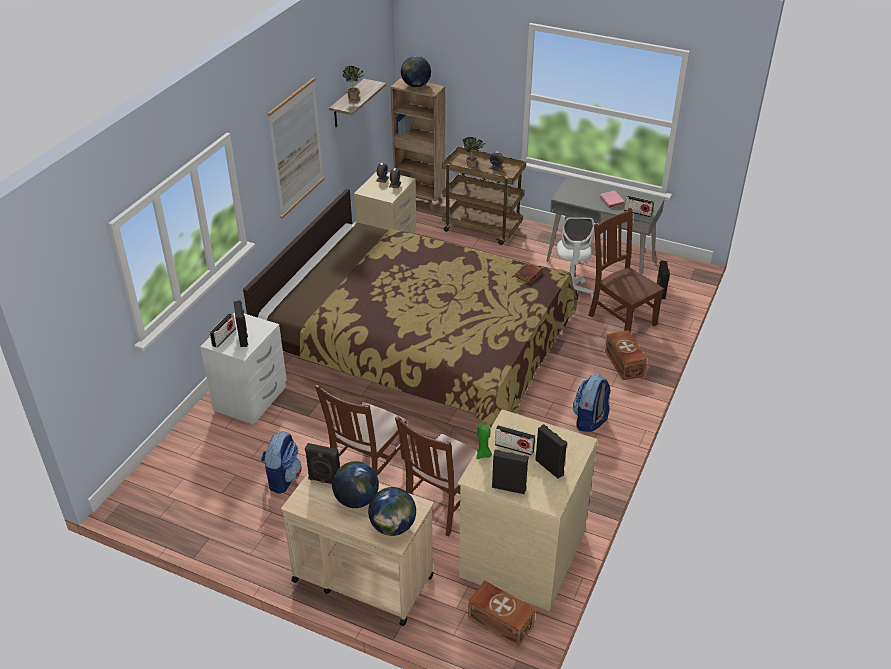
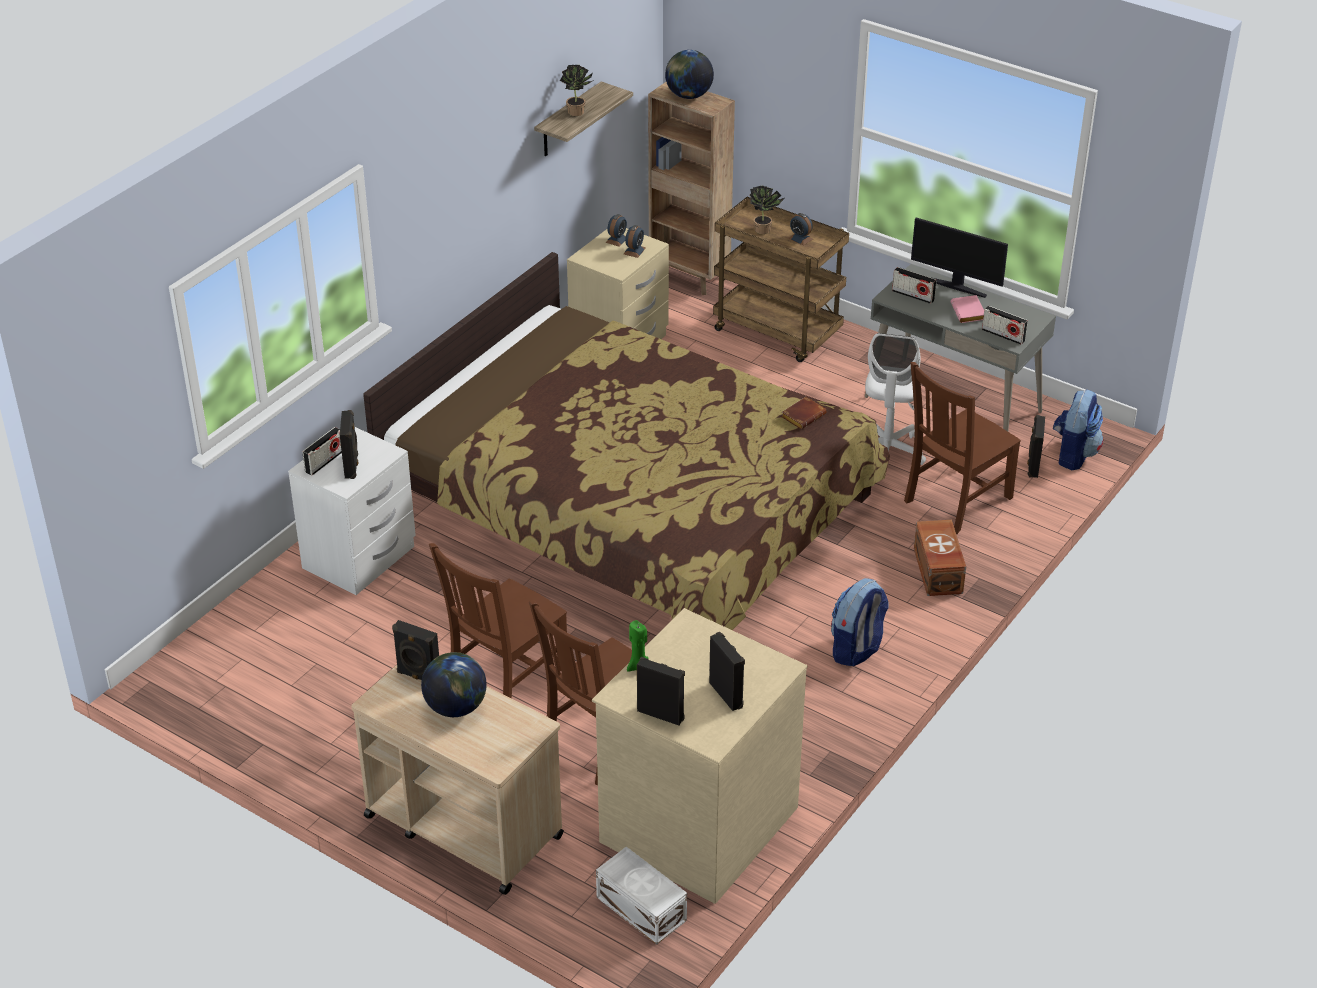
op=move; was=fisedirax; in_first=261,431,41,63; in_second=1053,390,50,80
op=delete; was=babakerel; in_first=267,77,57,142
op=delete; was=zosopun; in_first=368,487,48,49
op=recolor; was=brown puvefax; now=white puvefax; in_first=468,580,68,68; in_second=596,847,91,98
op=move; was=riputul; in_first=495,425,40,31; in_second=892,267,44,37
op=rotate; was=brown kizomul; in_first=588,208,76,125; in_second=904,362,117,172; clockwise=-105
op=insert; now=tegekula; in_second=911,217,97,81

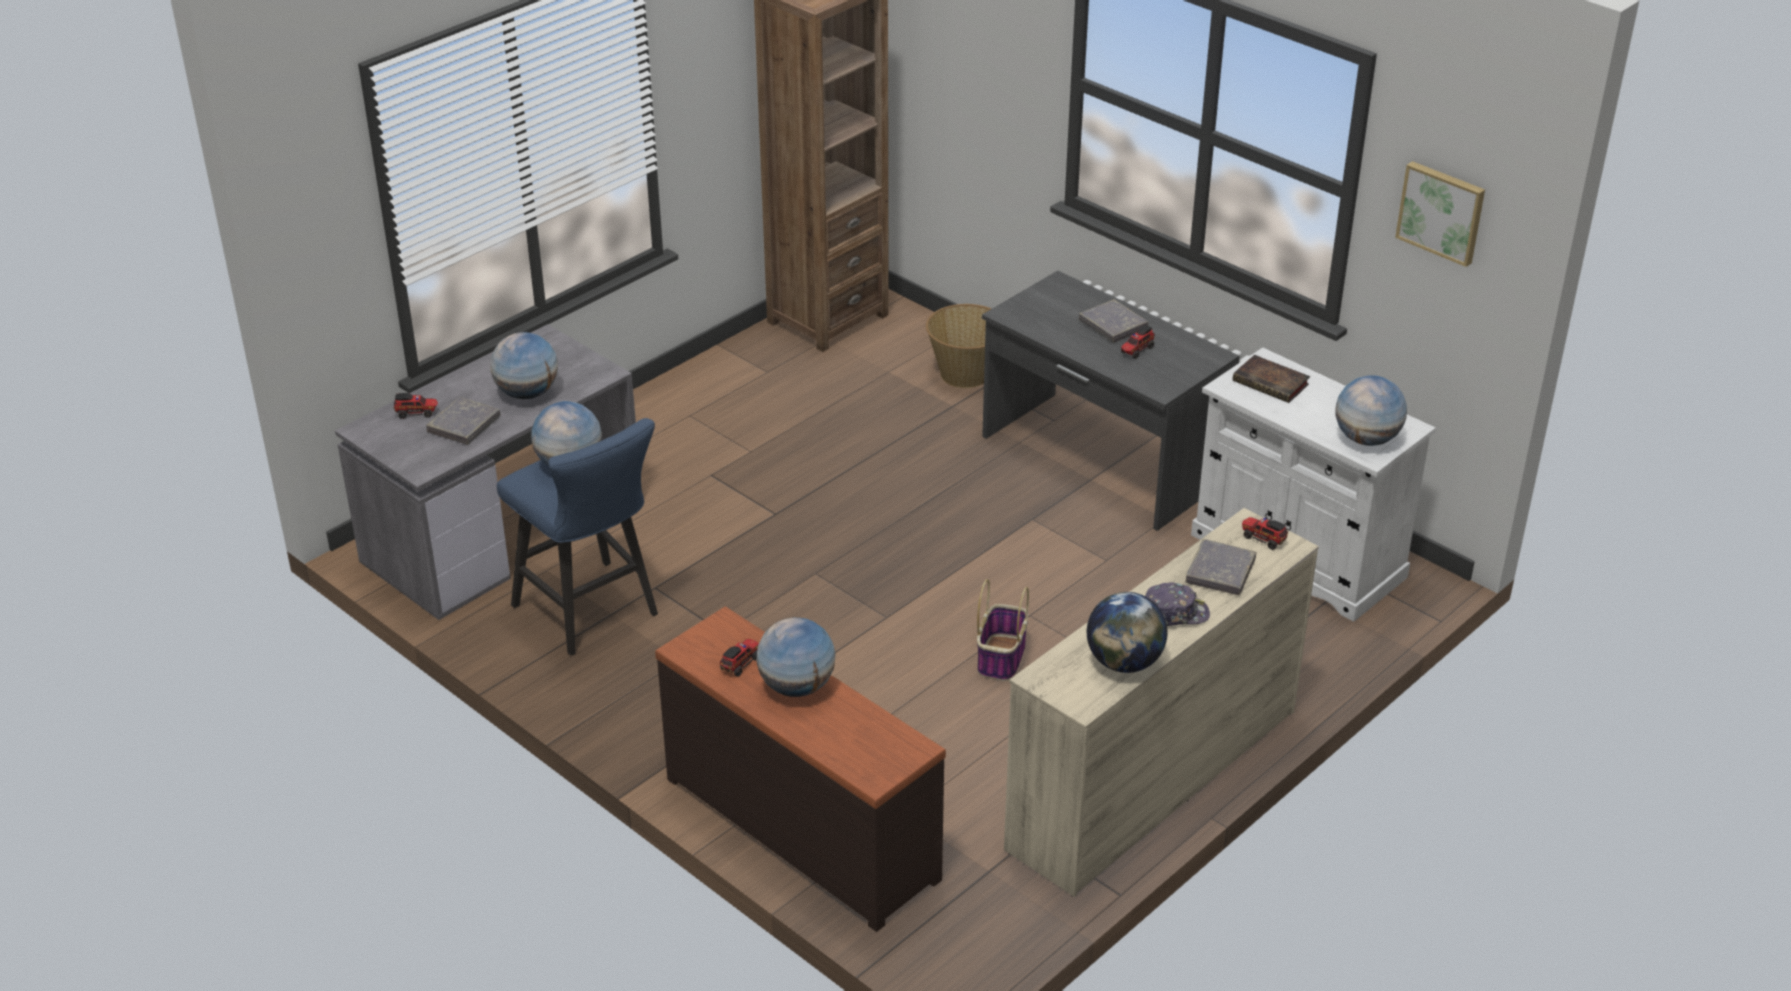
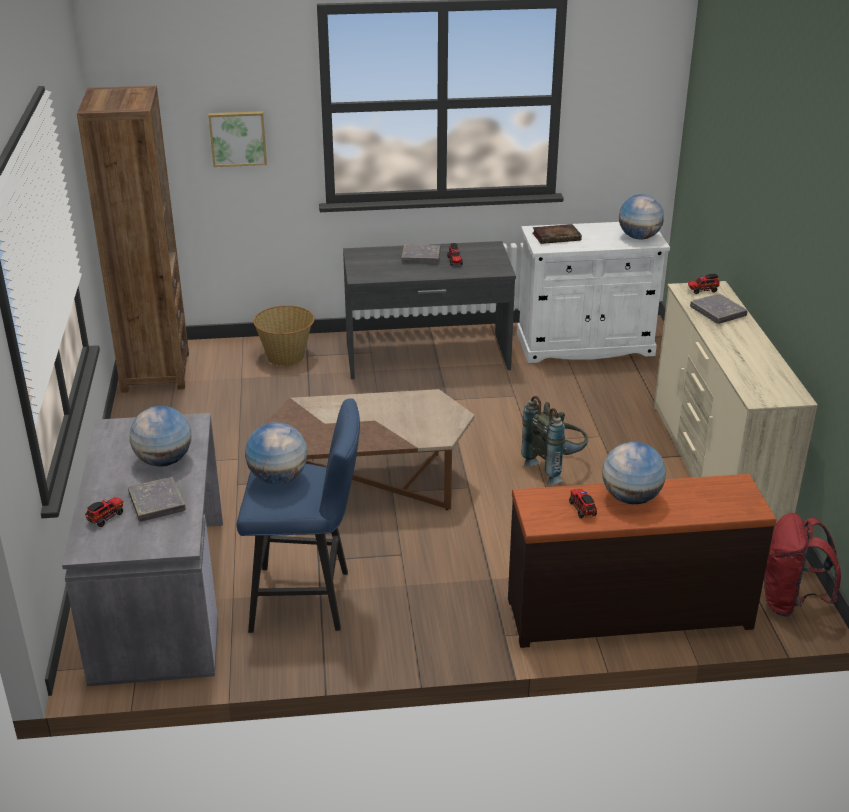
op=replace; was=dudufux; now=grey fisedirax; in_first=977,579,52,102; in_second=522,396,66,88
op=delete; was=zosopun; in_first=1087,592,80,81
op=delete; was=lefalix; in_first=1145,582,65,44
op=move; was=babakerel; in_first=1395,161,90,106; in_second=208,111,59,56
op=insert; now=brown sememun; in_second=264,389,210,121
op=insert; now=red fisedirax; in_second=764,513,77,104

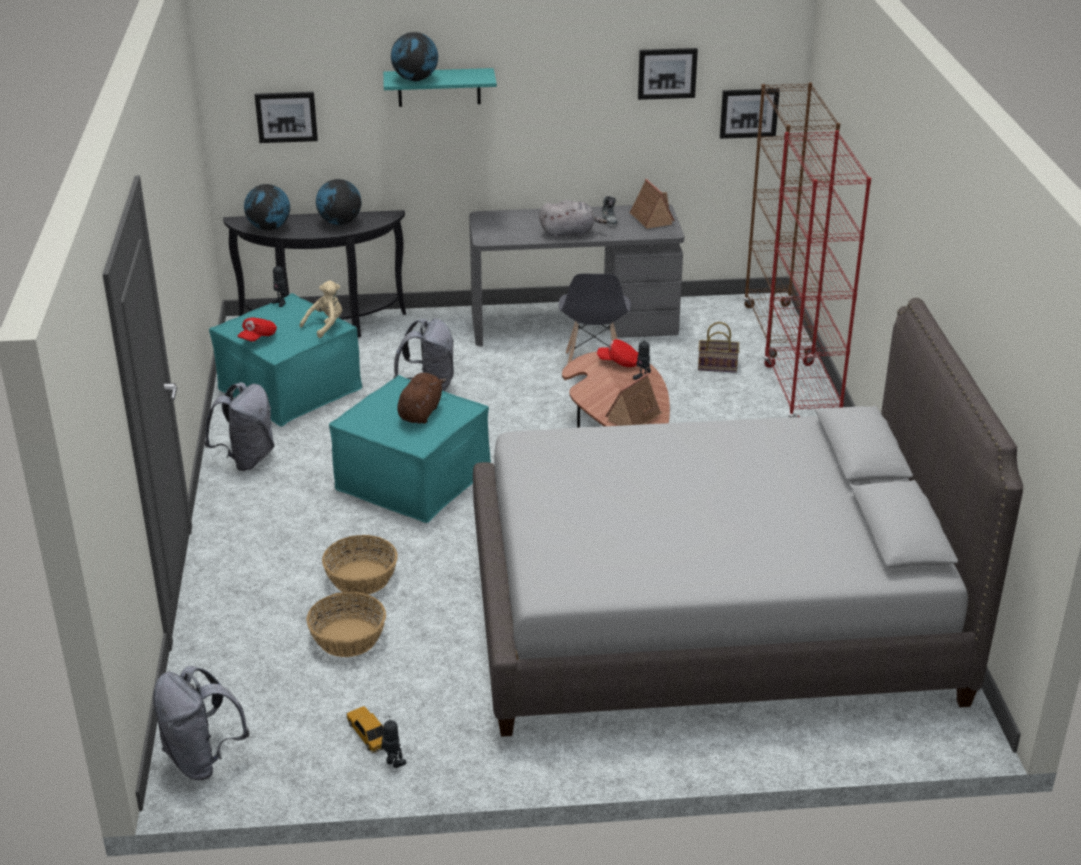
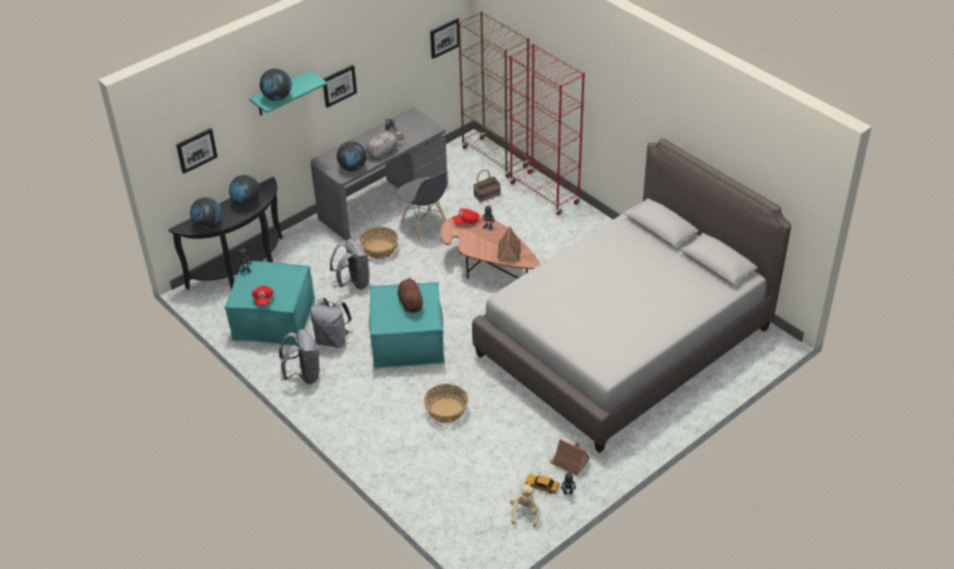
op=move; was=grey fisedirax; in_first=153,666,96,114; in_second=310,298,42,50
op=move; was=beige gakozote; in_first=300,281,42,57; in_second=510,483,30,44
op=move; was=dudufux; in_first=306,592,80,65; in_second=359,226,40,33
op=move; was=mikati; in_first=629,179,46,50; in_second=549,439,41,37
op=move; was=babakerel; in_first=638,48,60,52; in_second=323,65,34,43
op=insert; now=zosopun; in_second=337,141,30,30

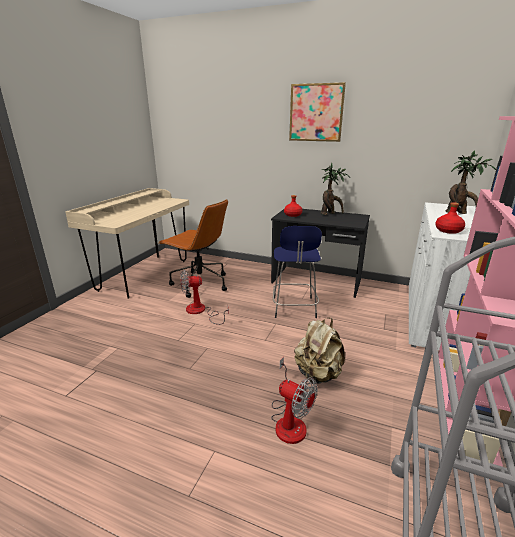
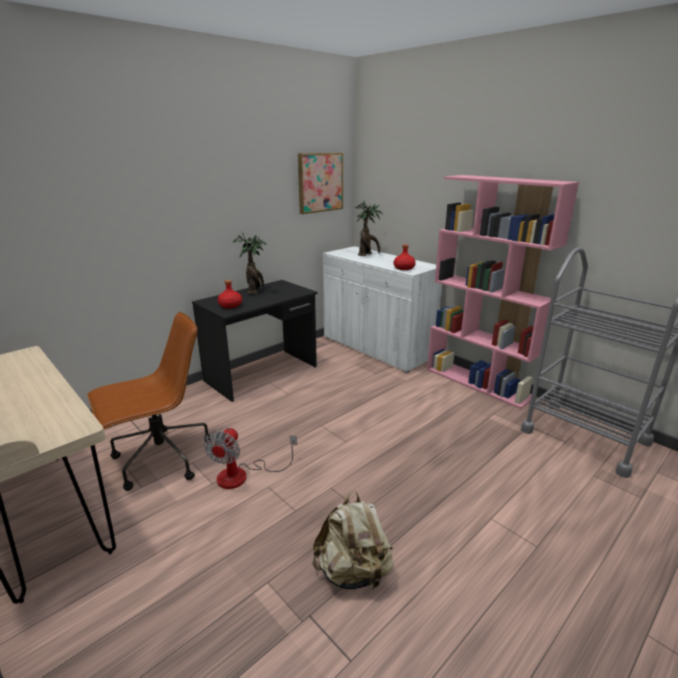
op=delete; was=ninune; in_first=271,357,46,87
op=delete; was=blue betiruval; in_first=273,226,49,92
op=move; was=babakerel; in_first=289,82,57,60; in_second=298,152,45,62
op=move; was=beige fisedirax; in_first=294,318,51,66; in_second=312,491,82,100

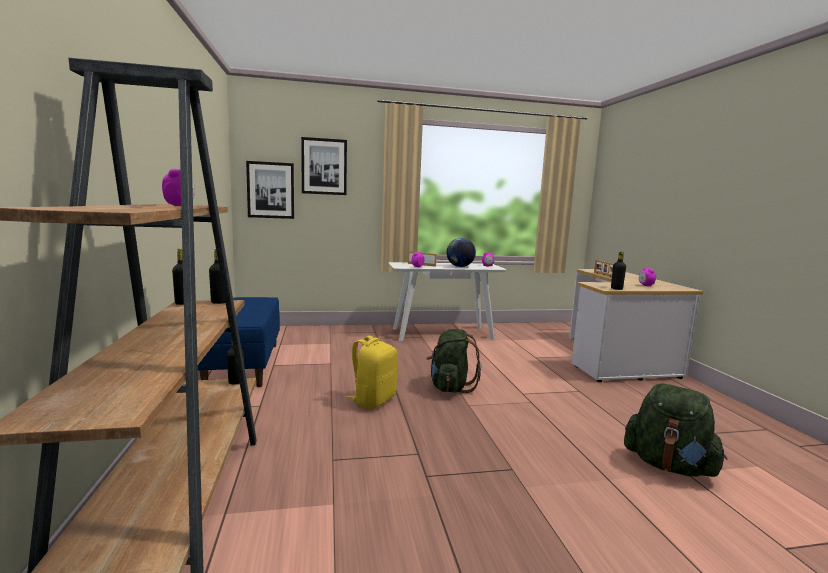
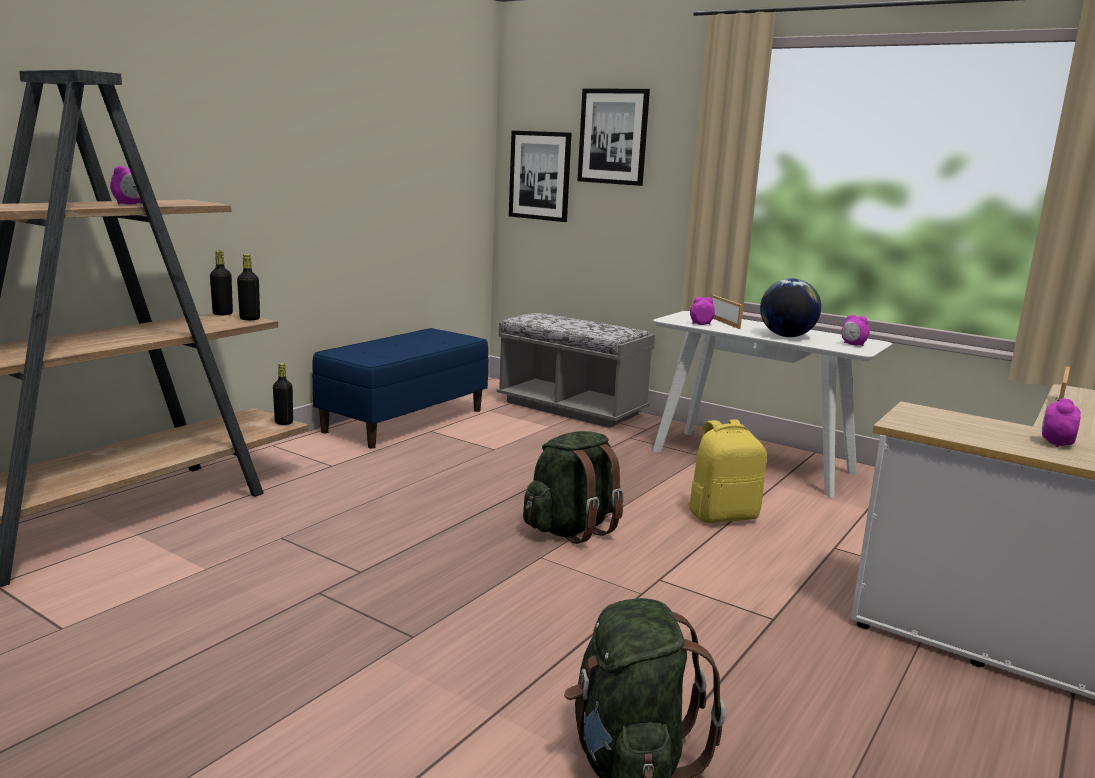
op=move; was=yellow fisedirax; in_first=346,336,51,73; in_second=688,419,79,104
op=delete; was=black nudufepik; in_first=611,252,15,38
op=insert; now=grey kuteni; in_second=497,313,158,115

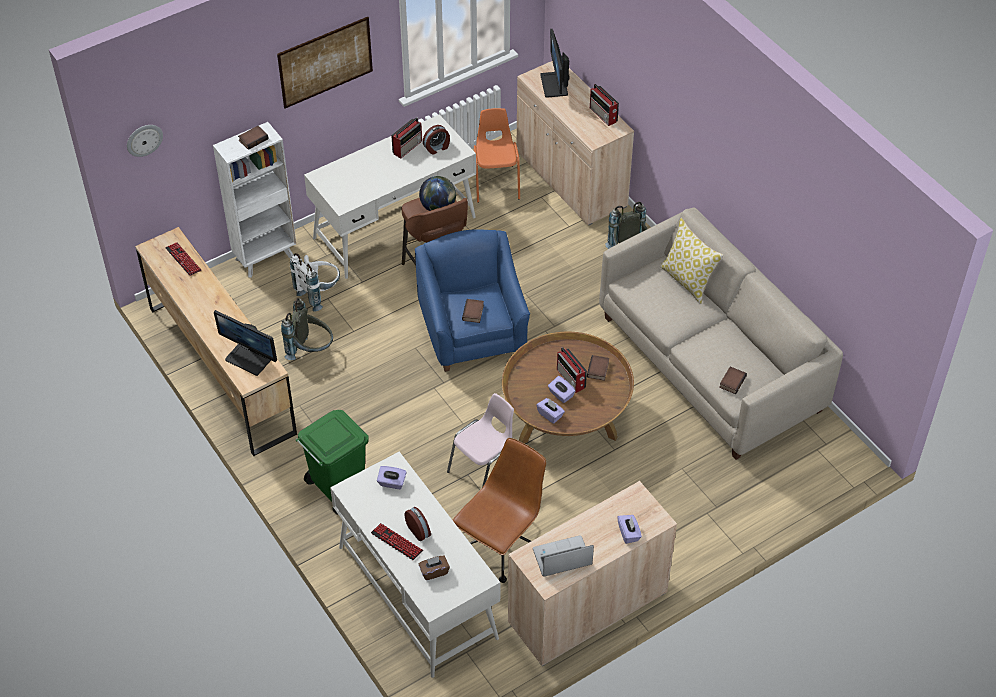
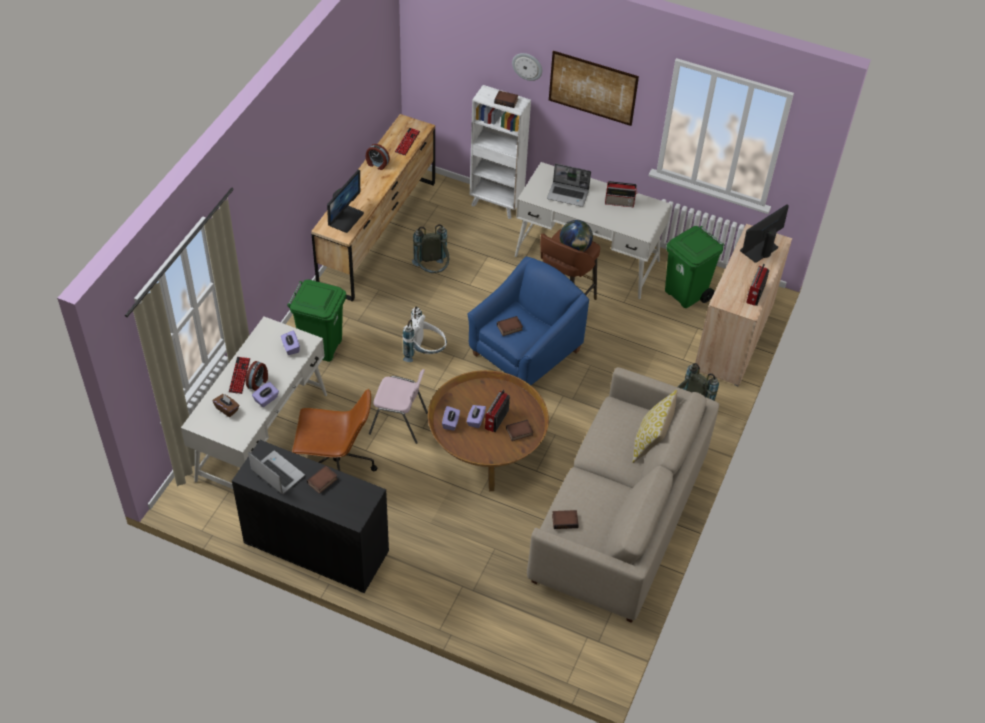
op=move; was=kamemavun; in_first=127,125,36,32; in_second=512,53,30,28
op=rotate; was=tegekula; in_first=214,310,63,66; in_second=327,170,37,63; clockwise=-150
op=move; was=white fisedirax; in_first=290,253,50,58; in_second=402,306,45,56
op=move; was=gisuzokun; in_first=423,125,27,30; in_second=366,144,24,26
op=replace; was=orange kizomul; now=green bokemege; in_first=474,108,46,95; in_second=665,226,59,82
op=recolor; was=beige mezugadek; now=black mezugadek; in_first=508,481,169,185; in_second=232,440,157,153
op=move; was=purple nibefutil; in_first=617,515,25,29; in_second=252,382,27,25
op=insert; now=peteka; in_second=307,465,31,29
op=insert; now=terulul; in_second=547,163,44,44

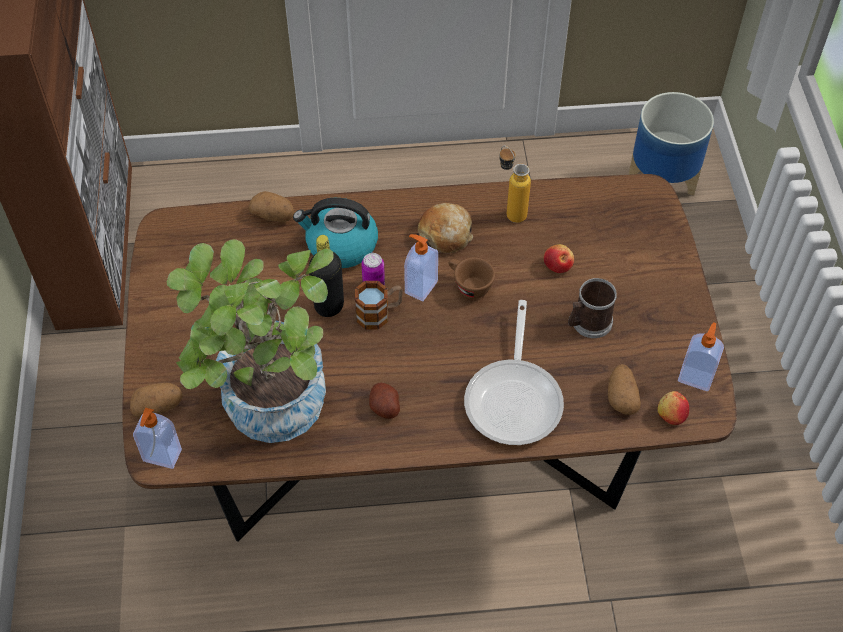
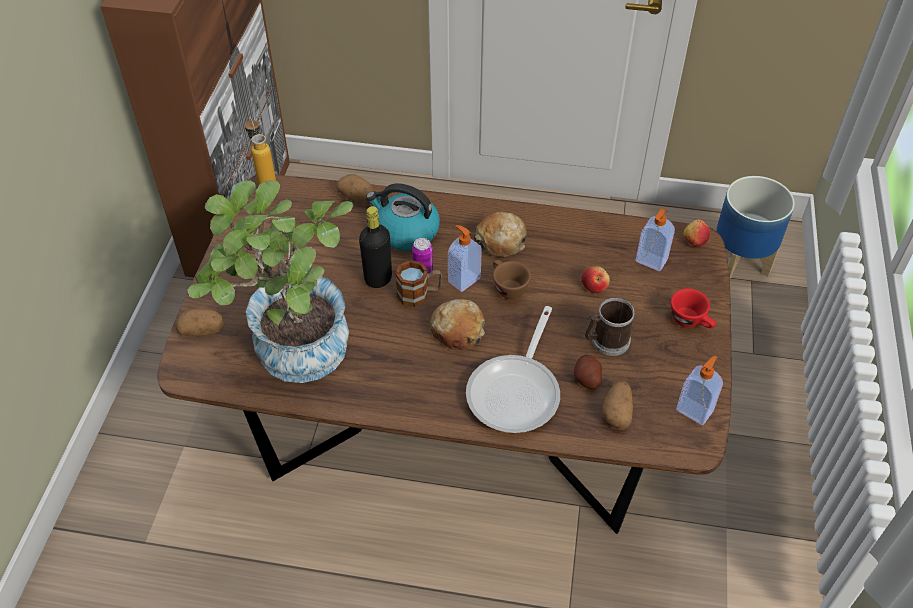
op=move; was=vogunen; in_first=133,408,49,61; in_second=636,208,39,63
op=move; was=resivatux; in_first=369,383,31,36; in_second=574,355,28,34
op=move; was=nudufepik; in_first=499,146,32,77; in_second=245,116,31,70
op=move; was=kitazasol; in_first=658,391,31,34; in_second=684,220,26,27
op=insert; now=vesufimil; in_second=430,299,55,51
op=insert; now=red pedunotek; in_second=671,289,45,39

